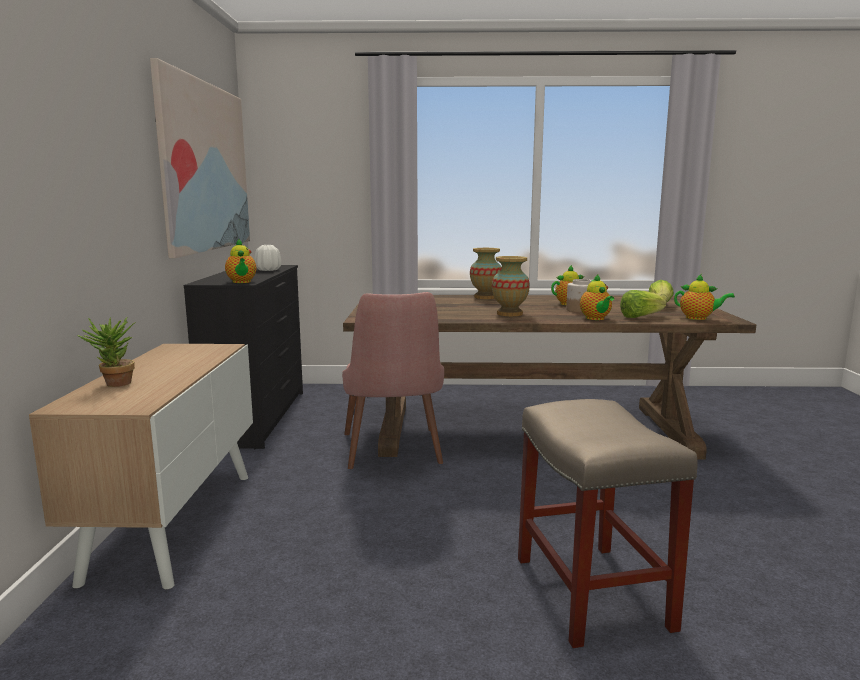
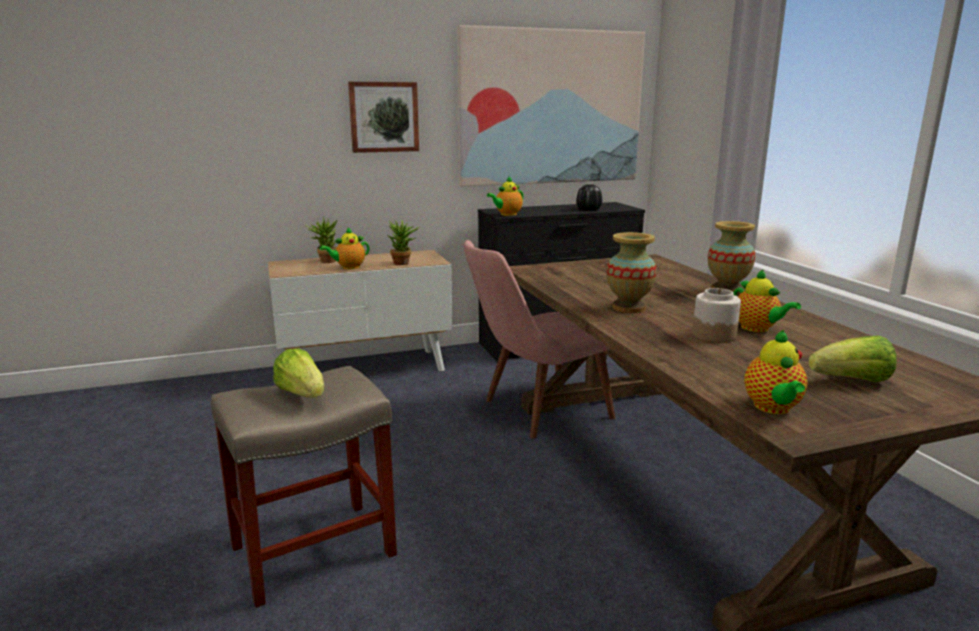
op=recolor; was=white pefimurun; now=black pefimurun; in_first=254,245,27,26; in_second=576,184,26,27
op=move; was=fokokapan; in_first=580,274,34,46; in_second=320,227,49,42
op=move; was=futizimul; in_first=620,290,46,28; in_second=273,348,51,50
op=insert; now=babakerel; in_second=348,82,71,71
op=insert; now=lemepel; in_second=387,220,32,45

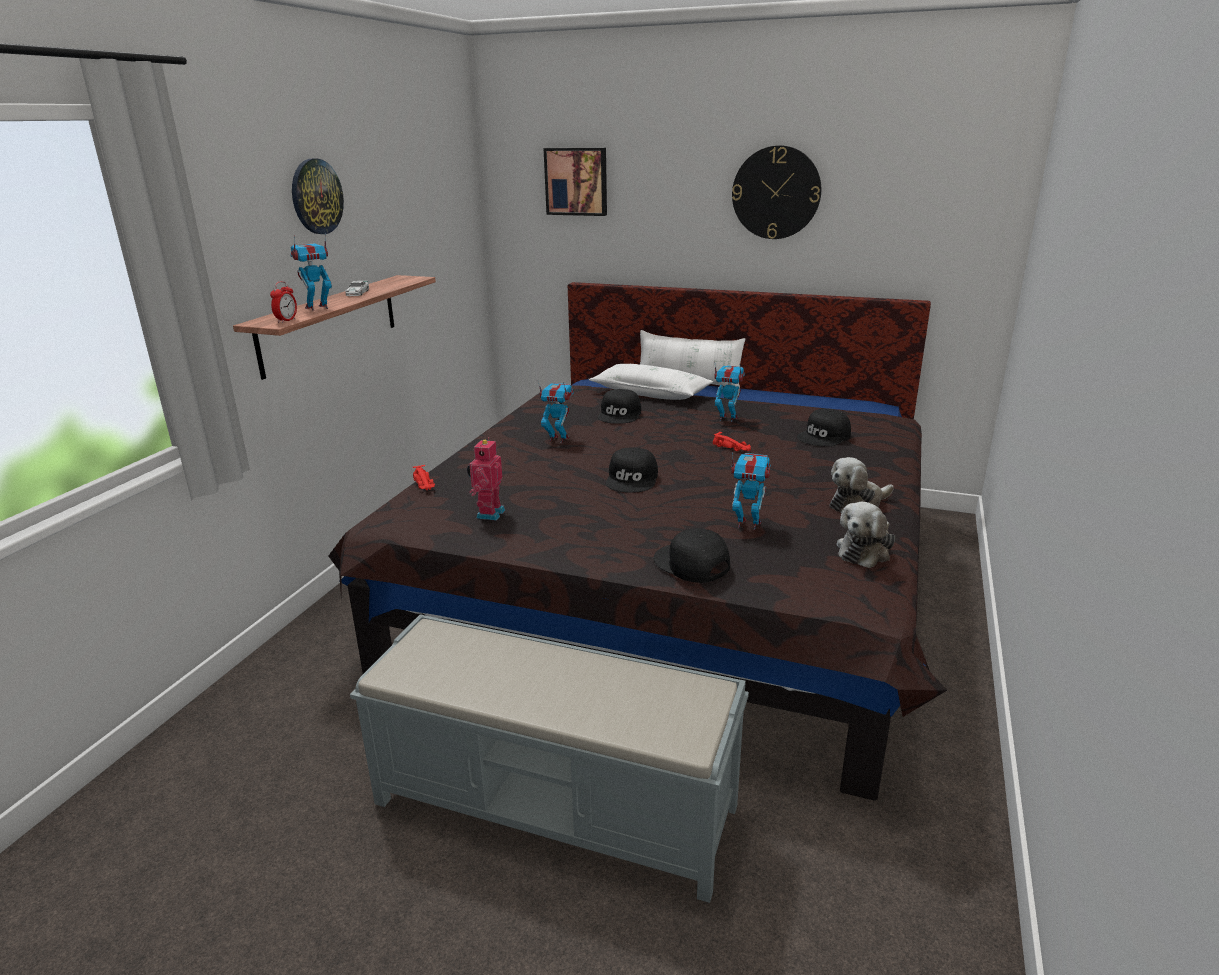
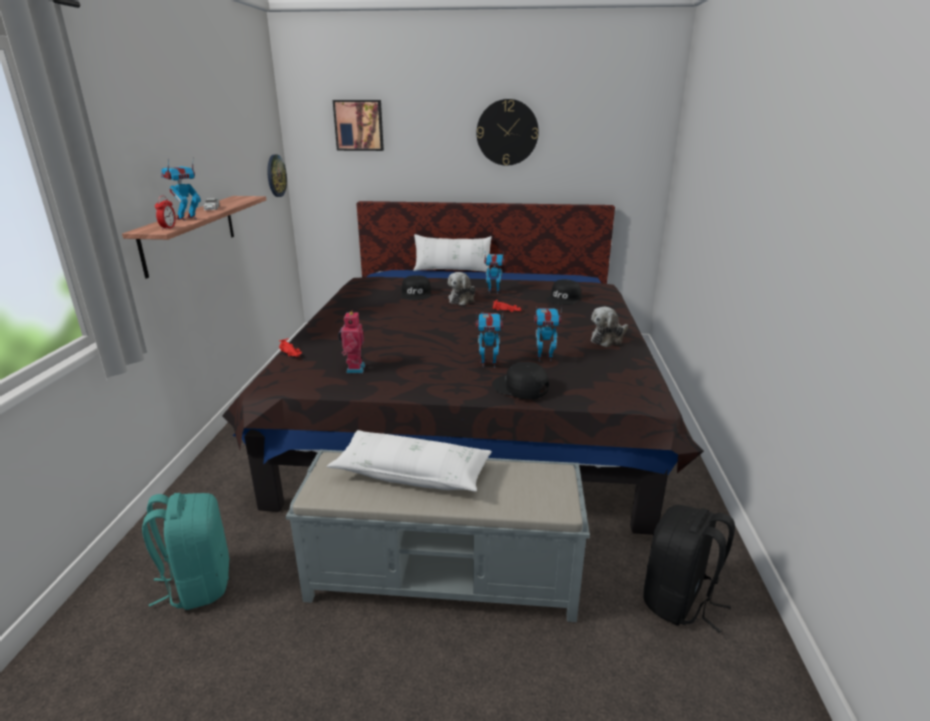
op=move; was=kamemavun; in_first=292,158,52,76; in_second=267,154,20,43
op=move; was=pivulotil; in_first=538,382,36,61; in_second=476,312,27,56
op=move; was=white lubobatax; in_first=589,364,124,36; in_second=326,430,166,62
op=delete; was=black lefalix; in_first=606,448,52,45
op=move; was=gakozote; in_first=836,502,60,66; in_second=448,272,28,33
op=insert; now=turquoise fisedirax; in_second=142,493,87,117
op=insert; now=black fisedirax; in_second=644,505,91,128

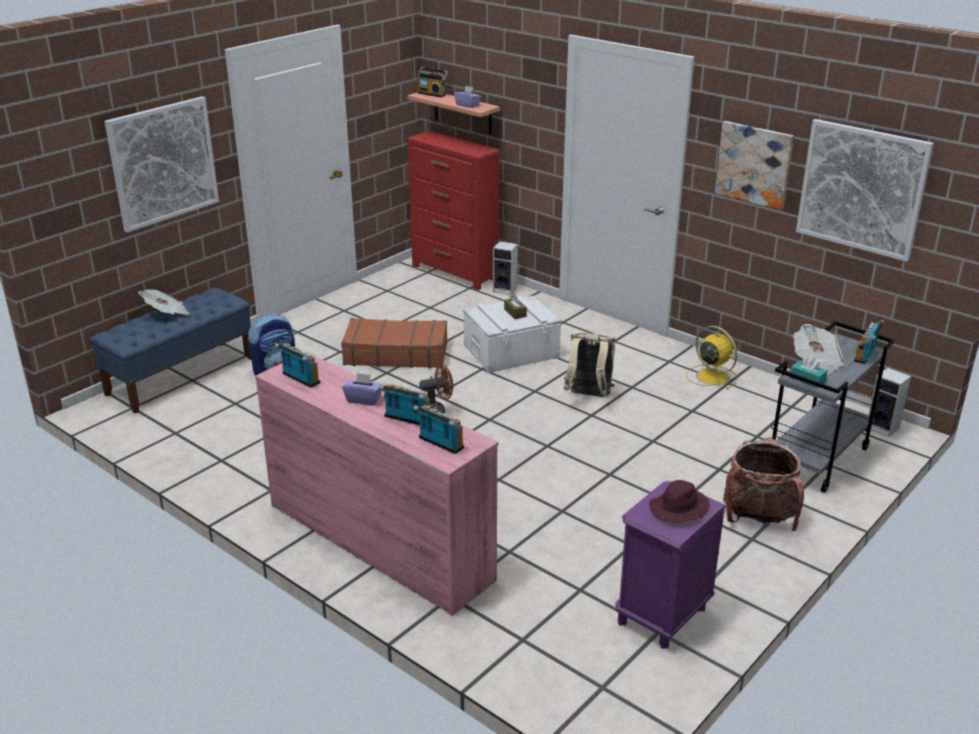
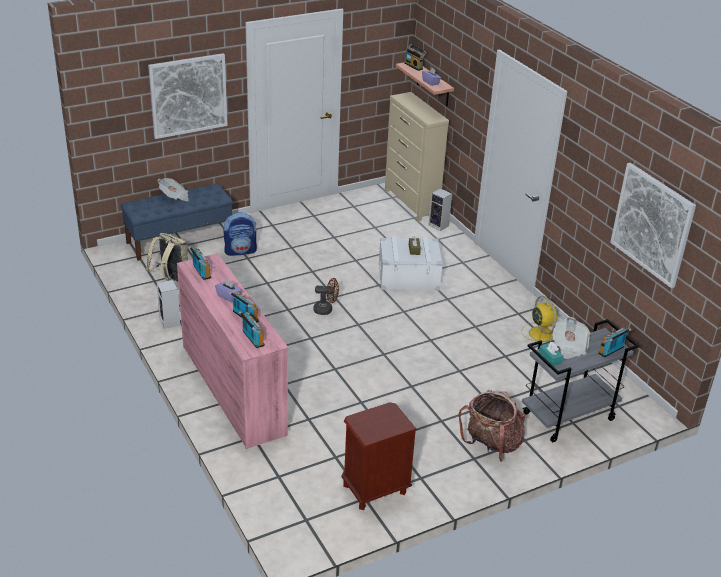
op=delete; was=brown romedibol; in_first=341,318,107,50
op=recolor; was=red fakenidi; now=beige fakenidi; in_first=407,131,93,159; in_second=385,92,64,129
op=move; was=beige fisedirax; in_first=564,333,52,64; in_second=146,233,42,49
op=recolor; was=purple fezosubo; now=brown fezosubo; in_first=615,481,111,168; in_second=341,402,76,108
op=delete; was=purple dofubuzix; in_first=649,480,61,43
op=delete; was=babakerel; in_first=715,121,79,89
op=move; was=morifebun; in_first=869,367,42,70; in_second=157,280,23,48

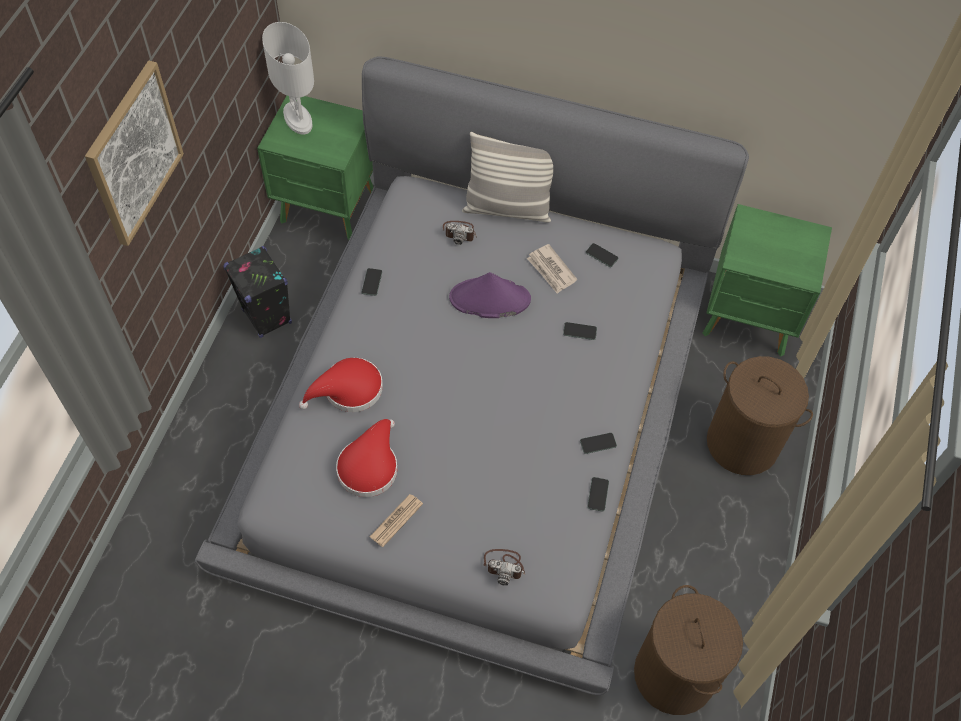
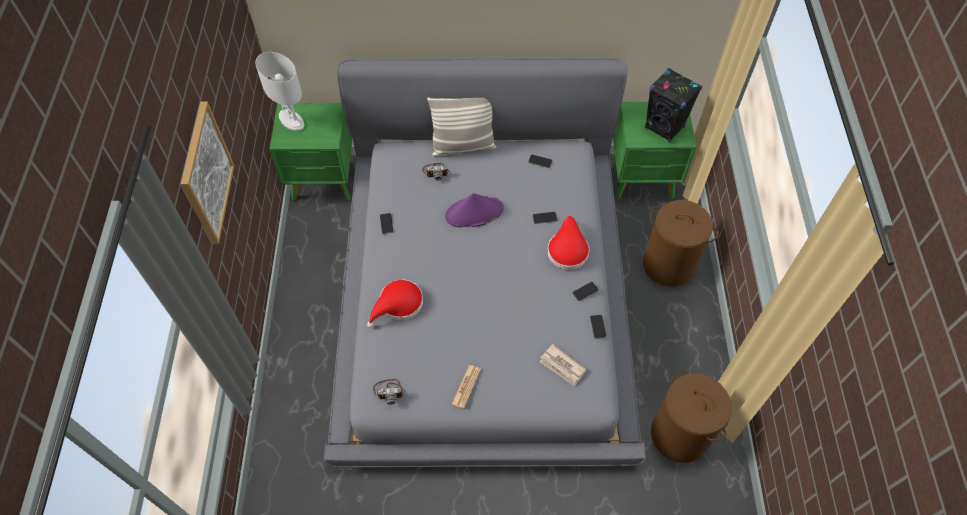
op=move; was=black morifebun; in_first=223,246,69,92; in_second=645,68,57,74
op=move; was=red dofubuzix; in_first=336,419,62,78; in_second=547,216,42,54
op=move; was=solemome; in_first=484,549,41,37; in_second=373,379,32,26
op=move; was=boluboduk; in_first=527,244,50,50; in_second=540,344,46,42

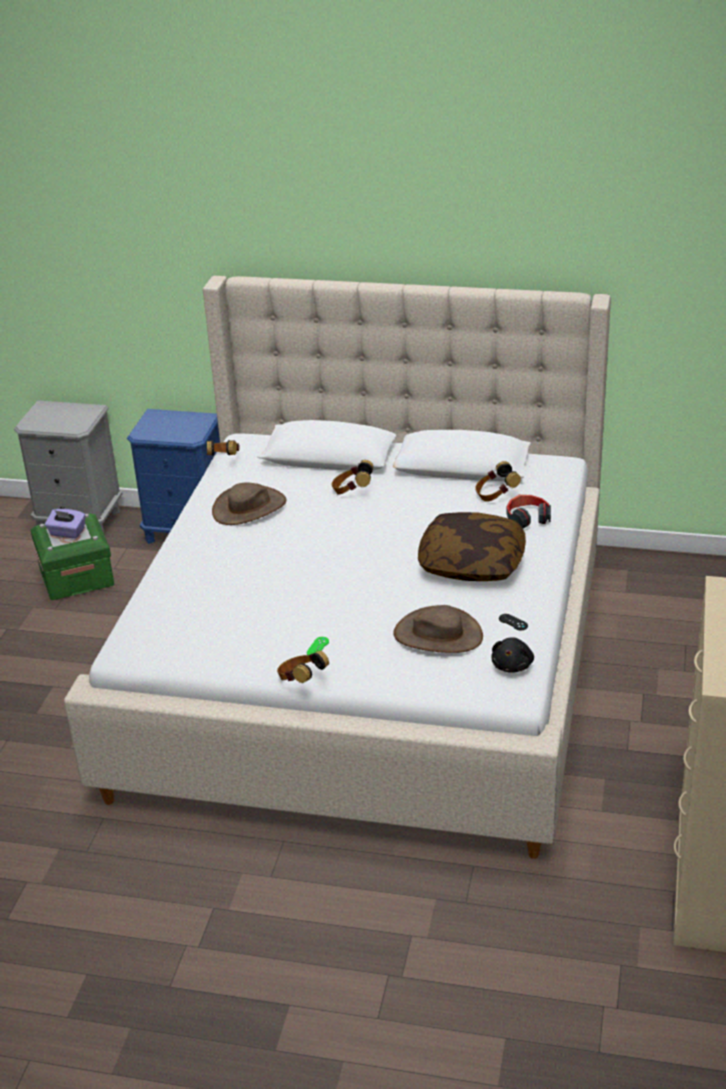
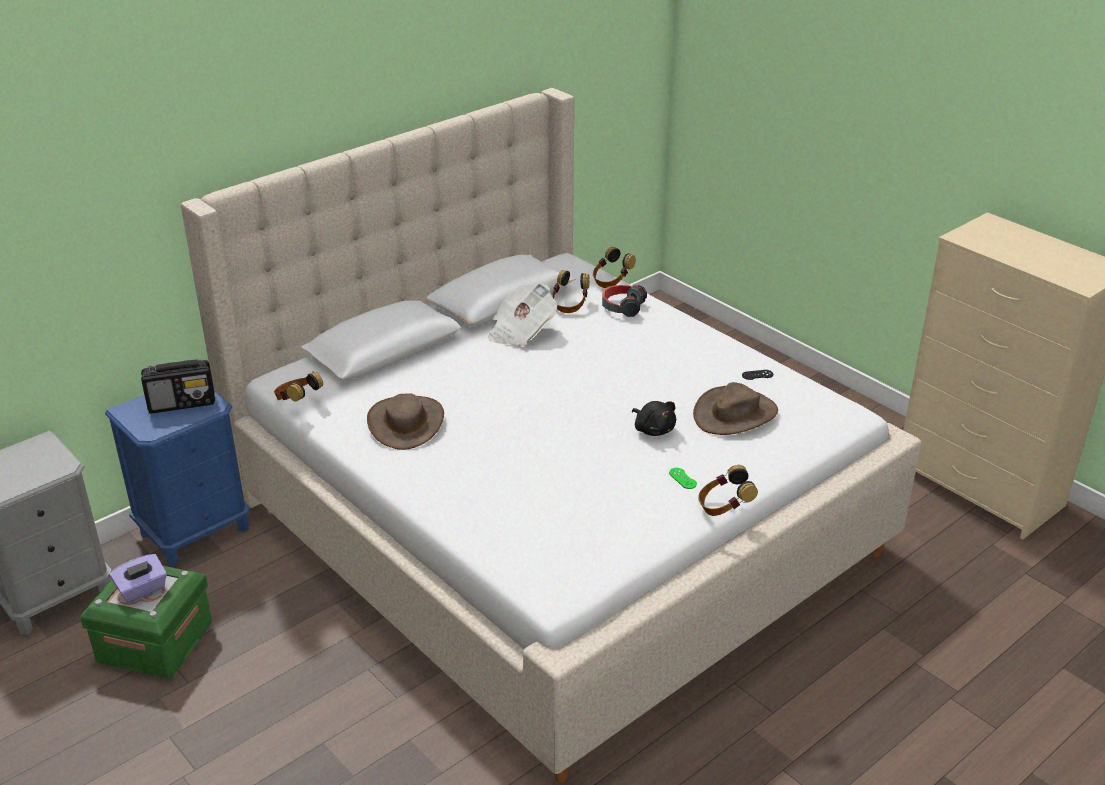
op=move; was=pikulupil; in_first=332,460,41,35; in_second=593,247,43,41
op=delete; was=lubobatax; in_first=418,512,108,69
op=move; was=black gakozote; in_first=492,637,42,36; in_second=632,401,44,35
op=insert; now=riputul; in_second=141,359,74,54
op=insert; now=boluboduk; in_second=488,283,69,63

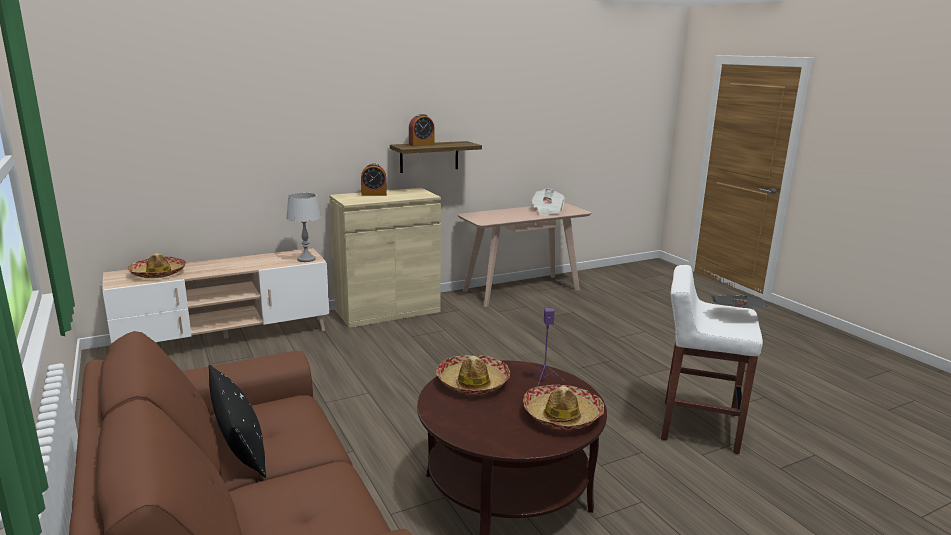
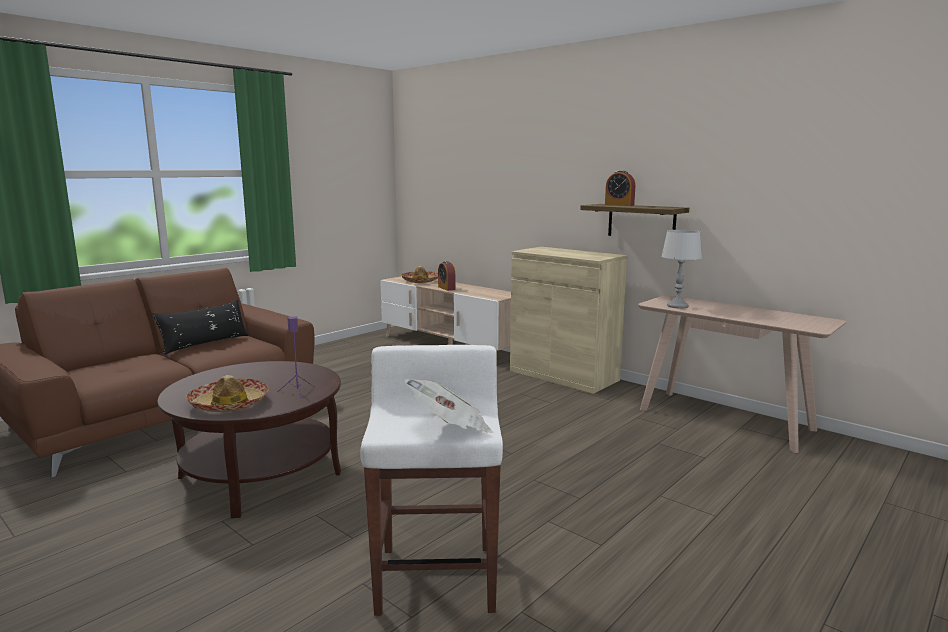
op=move; was=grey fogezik; in_first=286,193,35,69; in_second=661,230,41,79
op=move; was=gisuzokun; in_first=361,163,26,33; in_second=438,261,18,30
op=delete; was=dofubuzix; in_first=436,355,74,39
op=delete; was=boluboduk; in_first=531,188,34,27

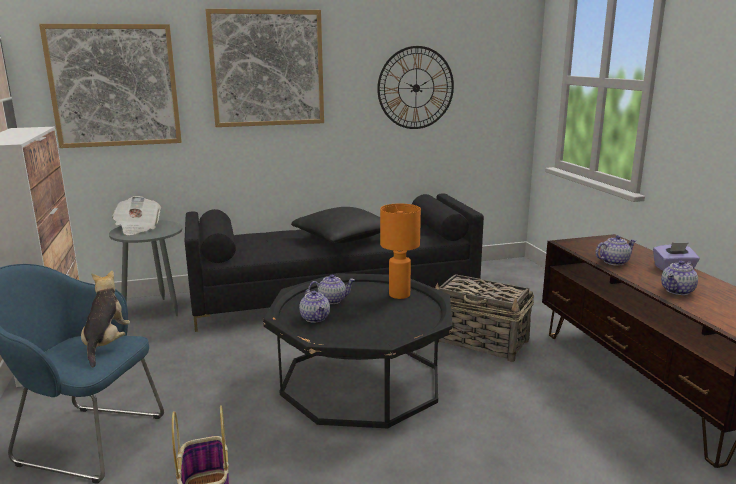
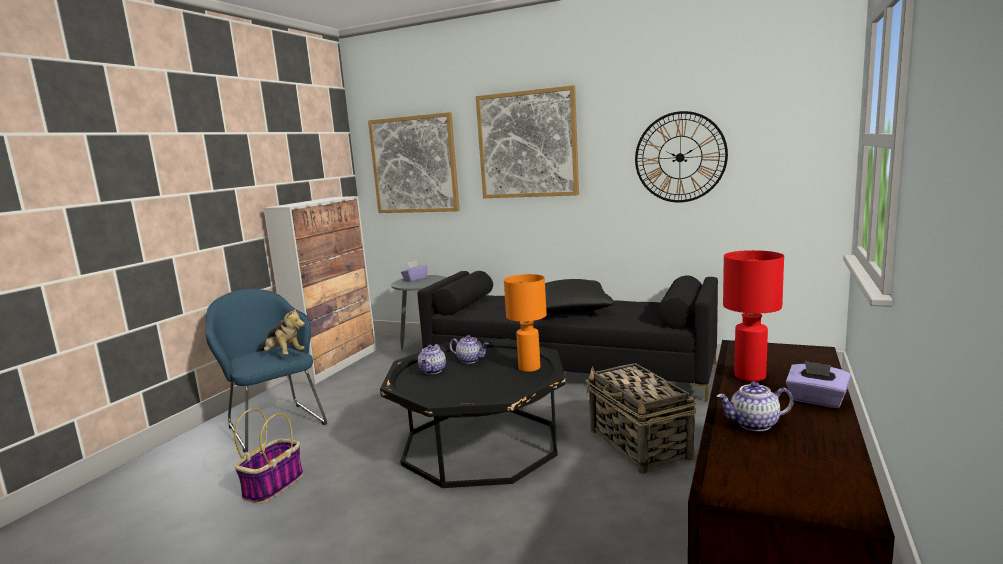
op=rotate; was=gakozote; in_first=81,271,49,96; in_second=260,307,45,48; clockwise=90
op=replace; was=boluboduk; now=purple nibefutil; in_first=112,196,49,39; in_second=401,261,27,21
op=replace; was=fokokapan; now=red fogezik; in_first=595,235,41,31; in_second=723,250,61,131

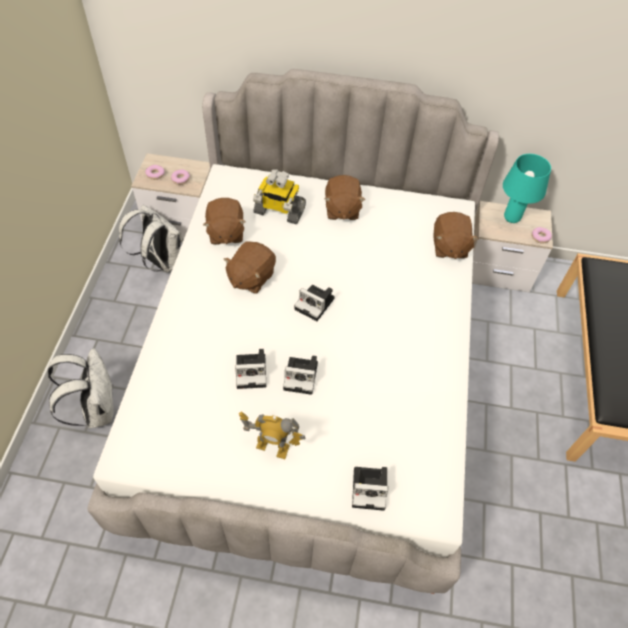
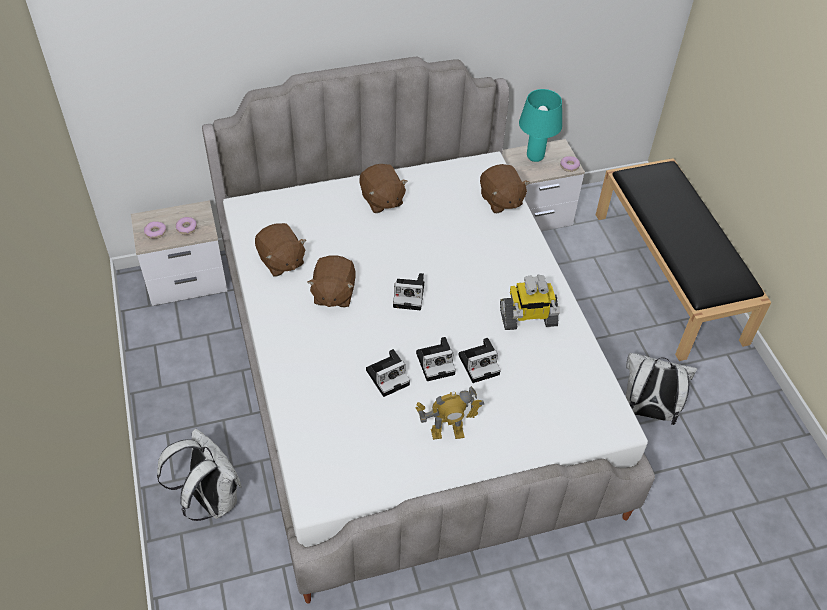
op=move; was=white fisedirax; in_first=119,205,65,68; in_second=626,353,71,72
op=move; was=pivulotil; in_first=253,169,53,55; in_second=500,275,60,55
op=move; was=solemome; in_first=352,467,36,44; in_second=459,338,42,45

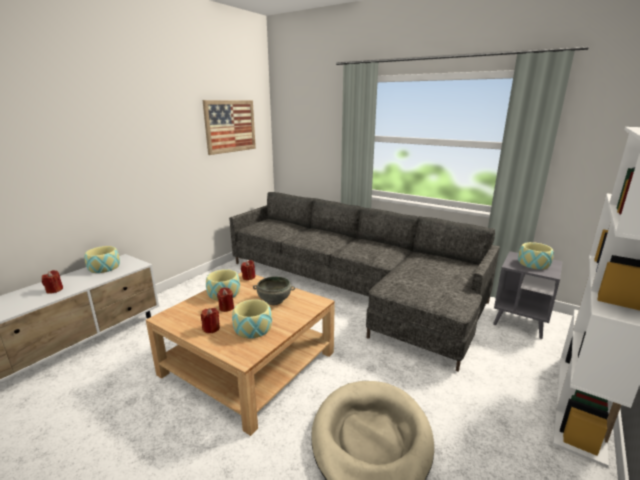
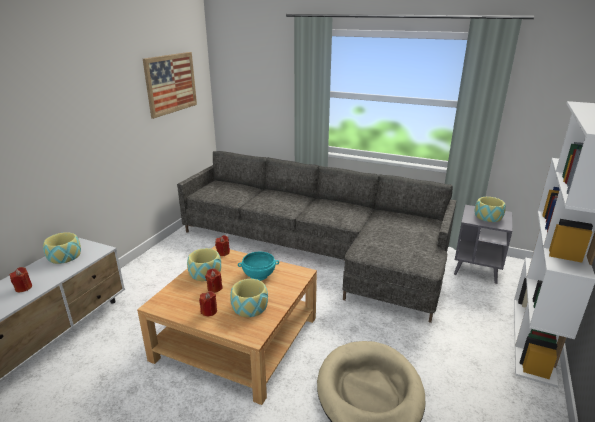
op=recolor; was=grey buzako; now=turquoise buzako; in_first=253,276,42,29; in_second=238,252,41,29

